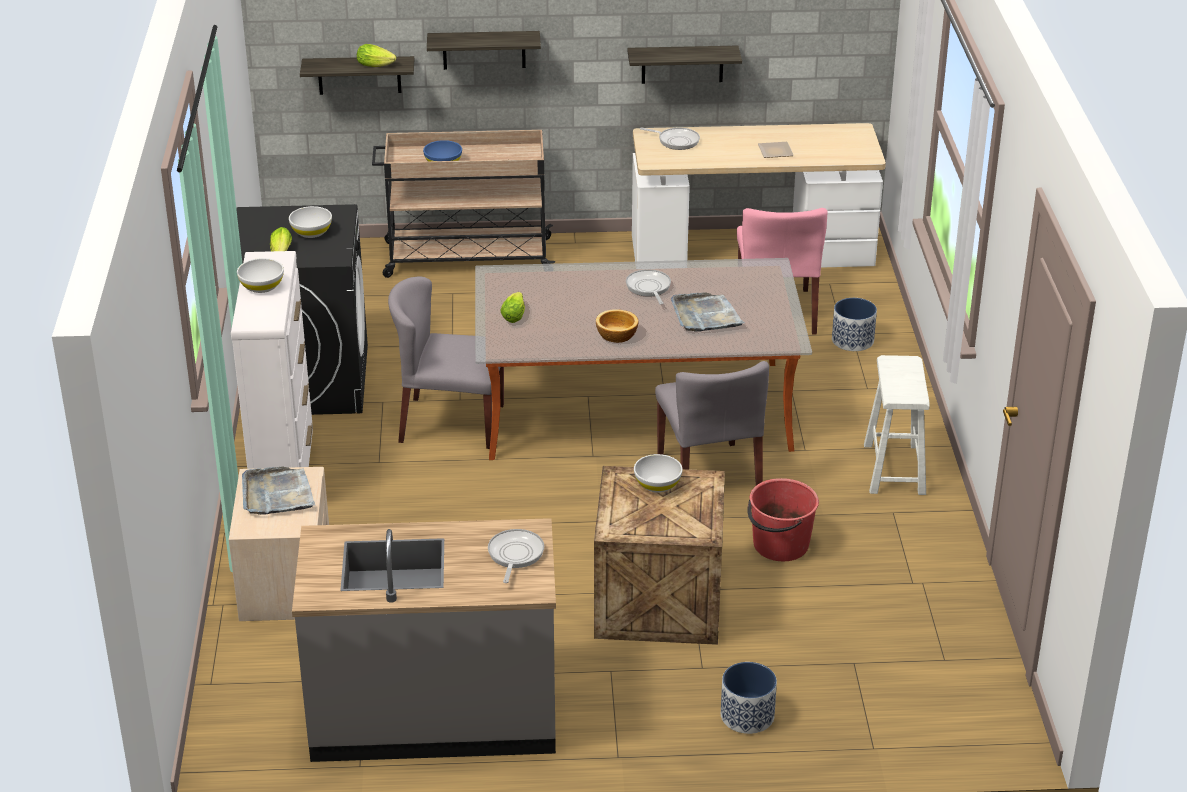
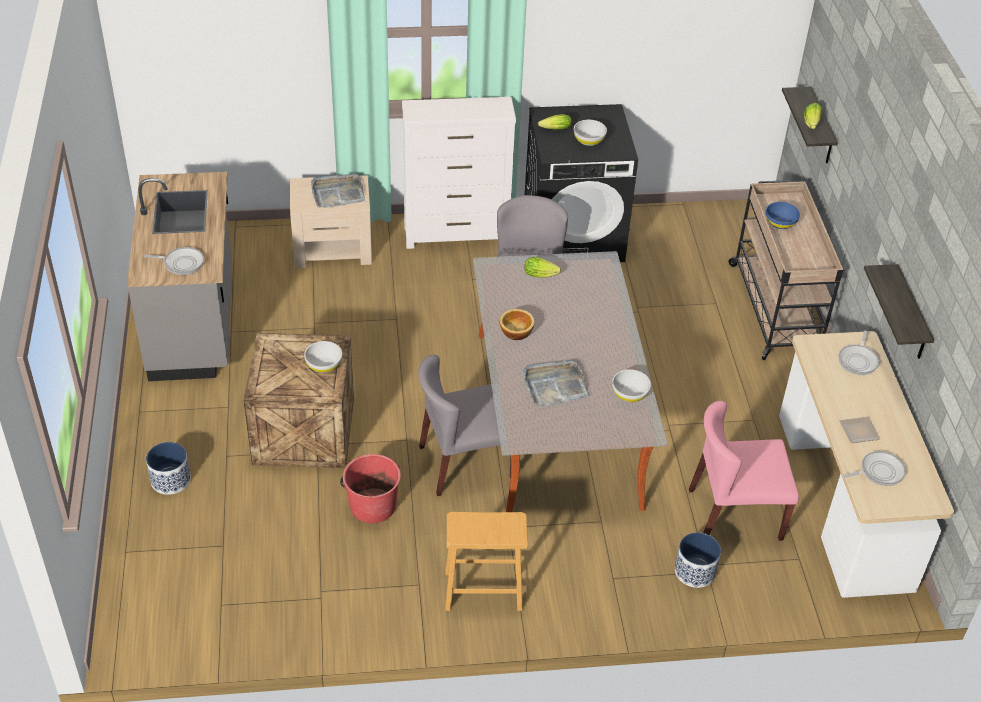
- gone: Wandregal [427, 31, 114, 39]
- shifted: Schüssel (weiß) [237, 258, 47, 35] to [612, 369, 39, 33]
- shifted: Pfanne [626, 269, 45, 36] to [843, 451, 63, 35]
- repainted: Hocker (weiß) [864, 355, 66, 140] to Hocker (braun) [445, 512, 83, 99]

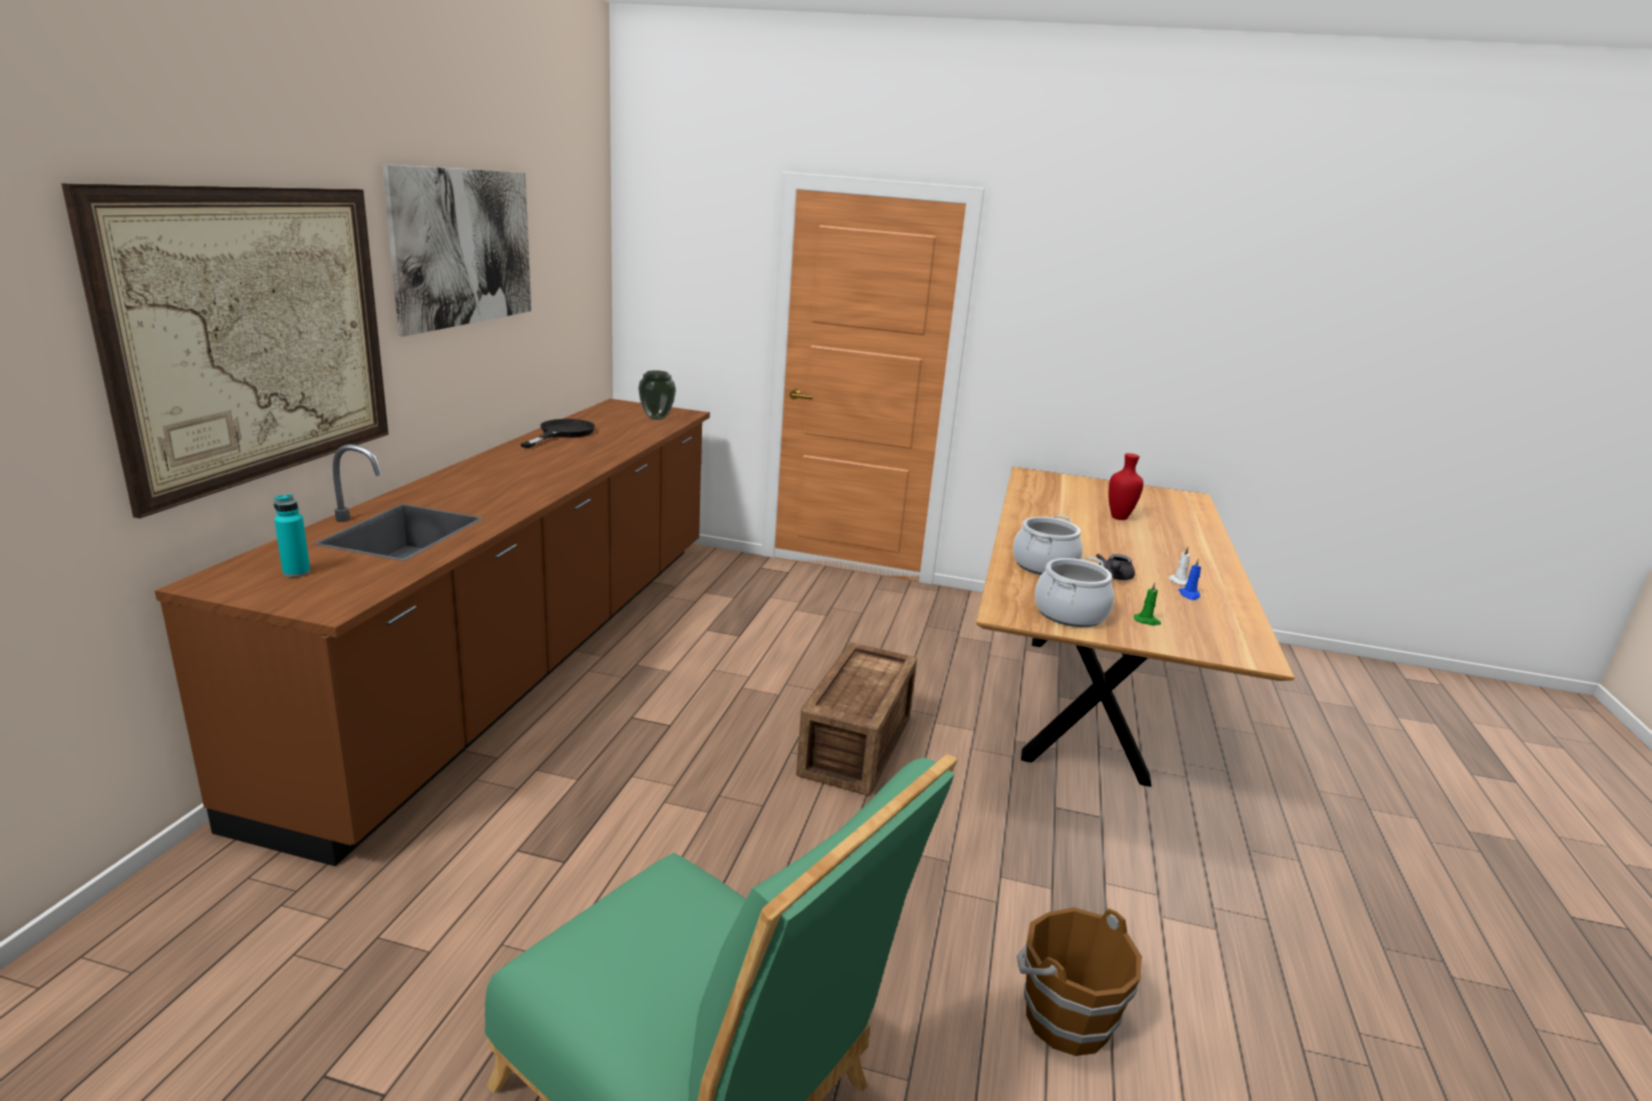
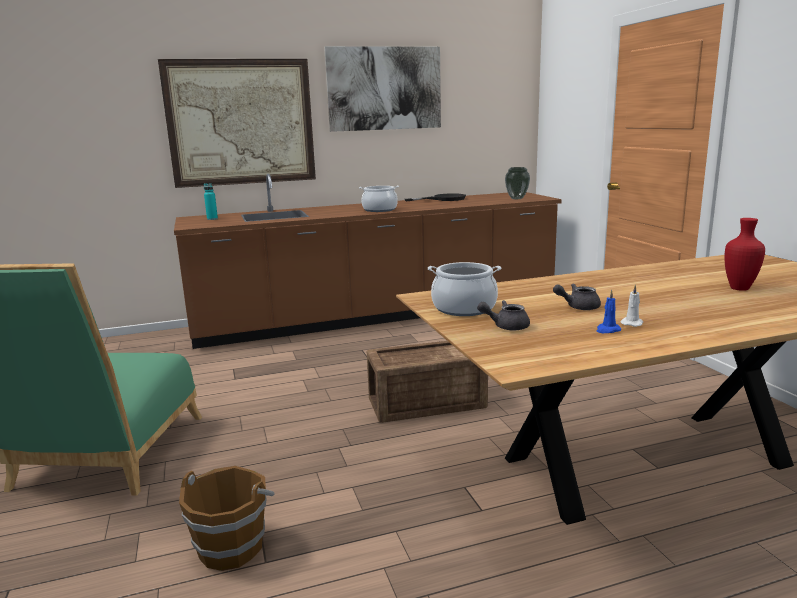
- shifted: Kochtopf [1013, 515, 70, 60] to [359, 186, 40, 26]
- swapped: Kerze (grün) [1134, 582, 27, 43] to Teekanne (grau) [477, 300, 53, 31]

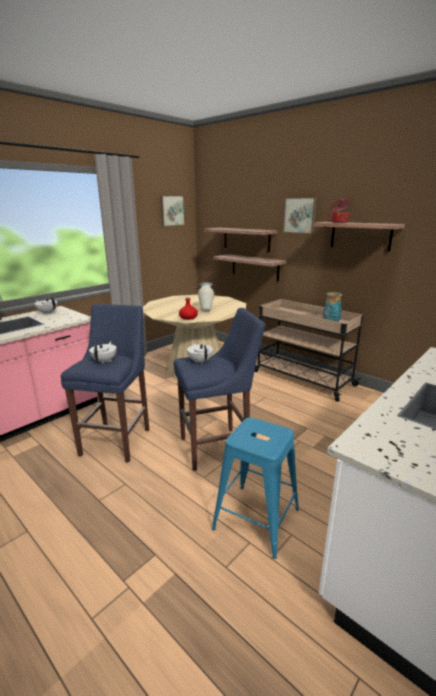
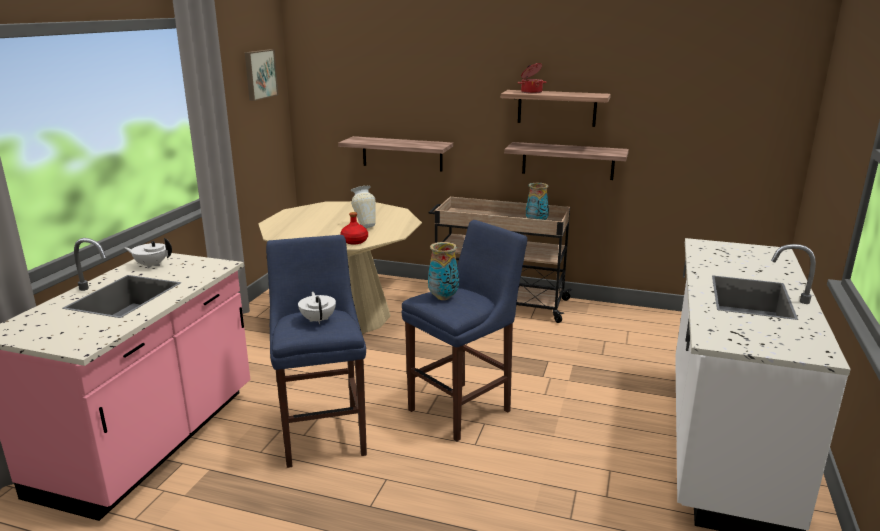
- gone: Hocker (blau) [212, 417, 87, 142]
- gone: Bild [283, 197, 34, 37]
- shifted: Wandregal [204, 228, 73, 24] to [504, 142, 125, 38]
- swapped: Teekanne (weiß) [187, 342, 26, 22] to Vase [428, 242, 31, 58]

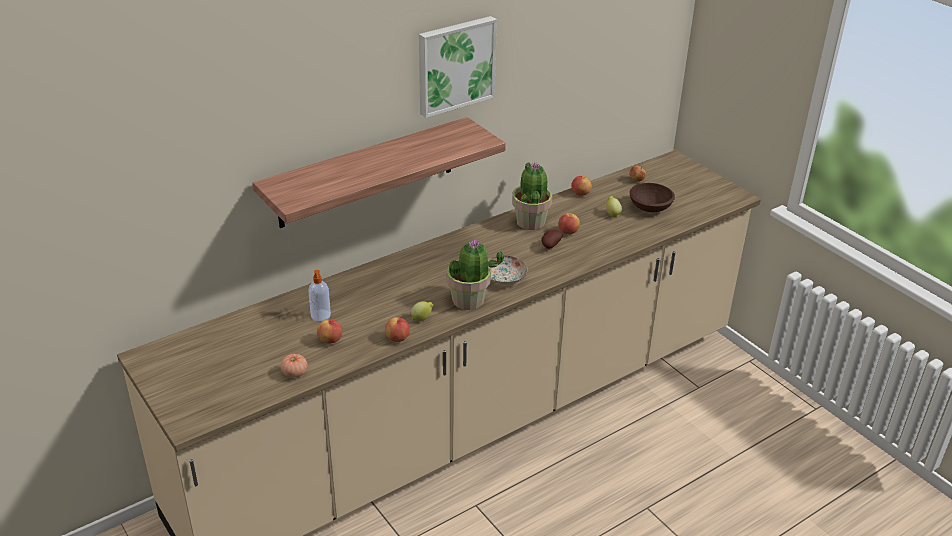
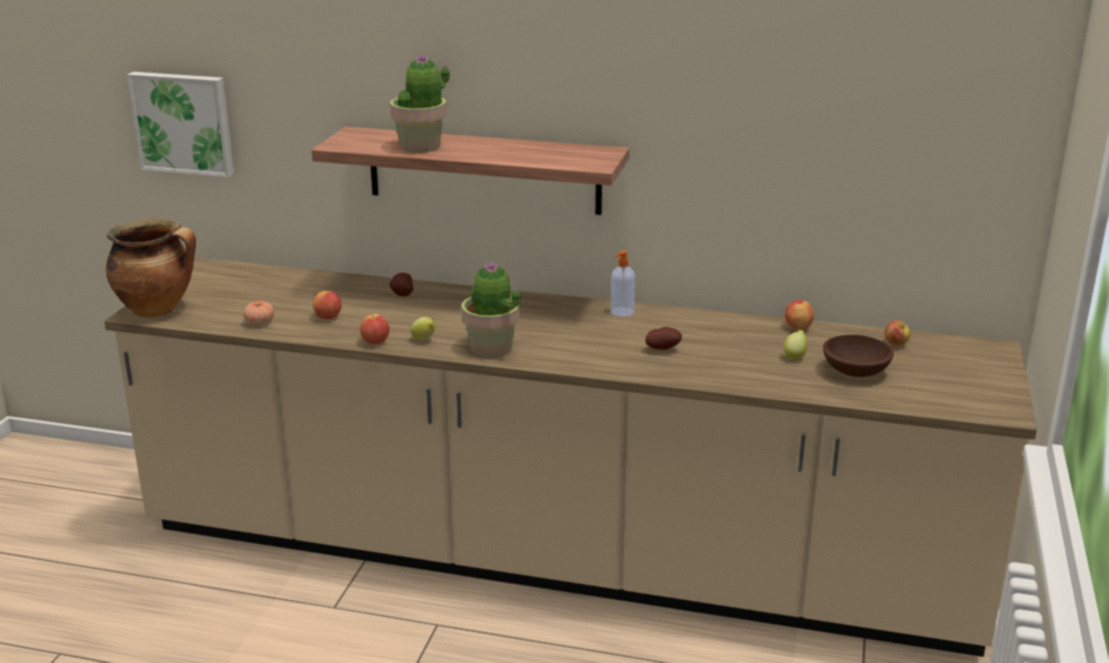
- gone: Teller [488, 256, 39, 29]
- gone: Apfel [558, 213, 22, 21]
- new: Kochtopf [106, 218, 90, 99]
- new: Kartoffel [389, 273, 24, 24]
- shifted: Seifenspender [308, 270, 23, 51] to [611, 250, 24, 67]
- shifted: Bild [419, 16, 78, 102] to [127, 72, 107, 105]
- shifted: Topfpflanze [512, 162, 40, 68] to [390, 54, 60, 99]

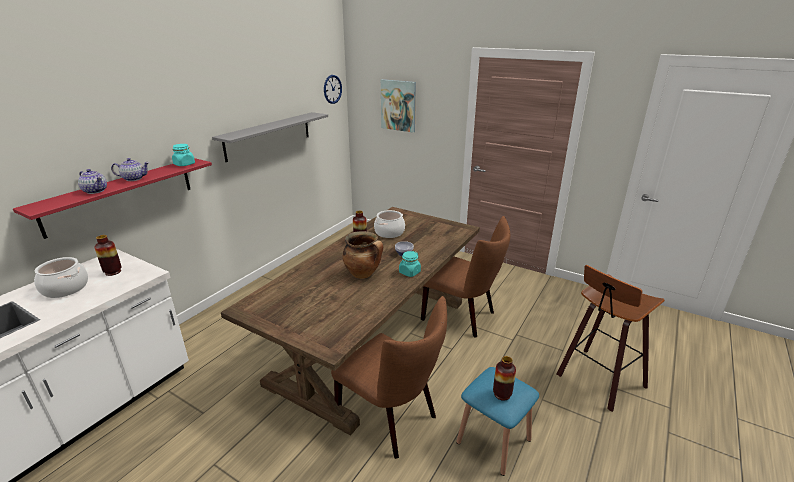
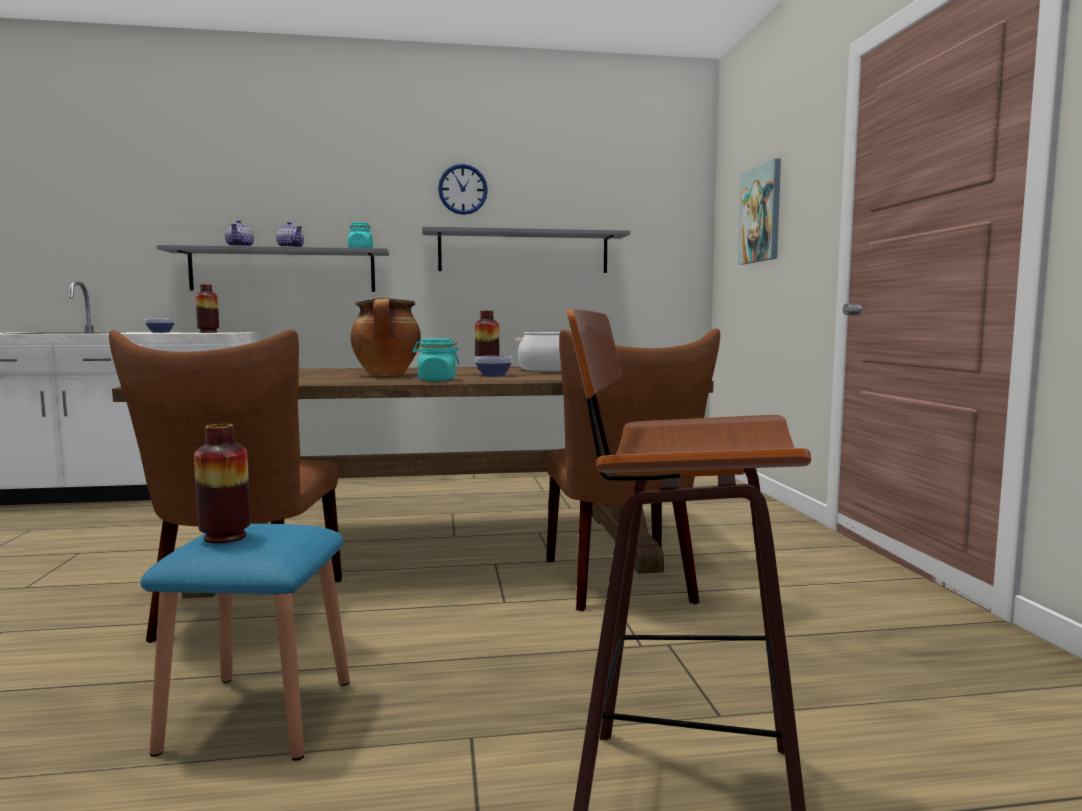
- shifted: Wanduhr [324, 75, 18, 29] to [438, 164, 50, 51]
- swapped: Kochtopf [34, 257, 54, 41] to Schüssel [145, 319, 30, 14]
- repainted: Wandregal (rot) [13, 158, 199, 81] to Wandregal (grau) [157, 245, 232, 47]

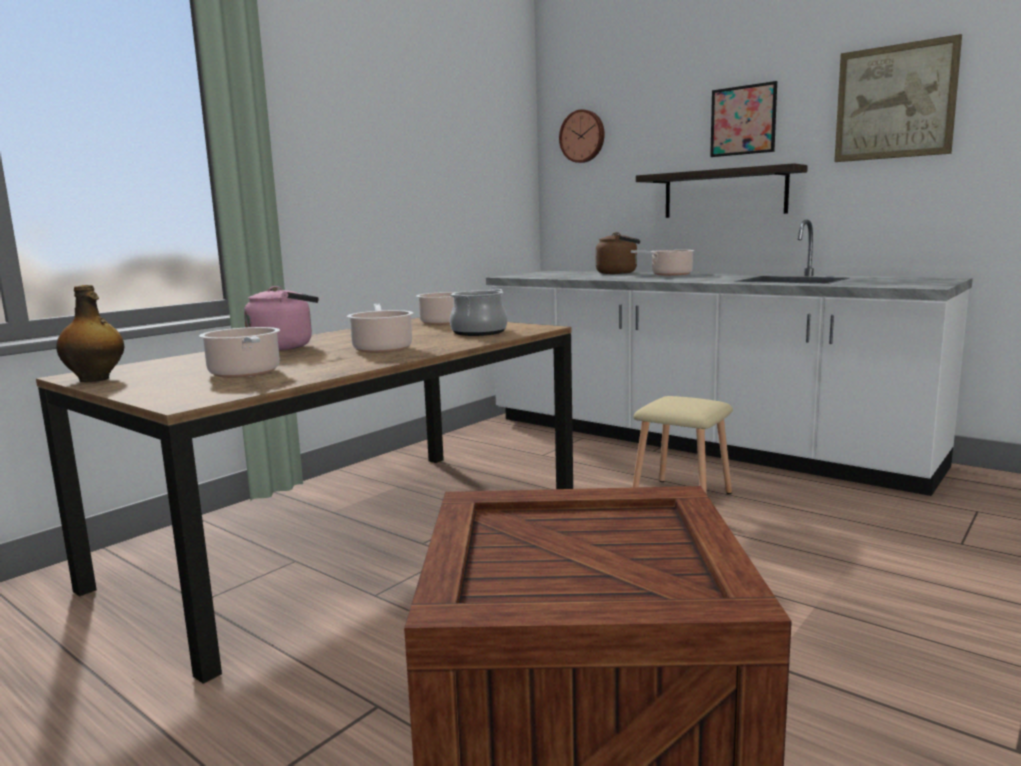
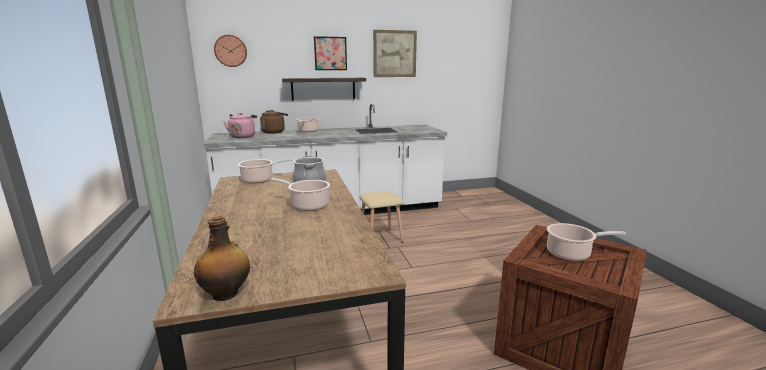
- shifted: Kochtopf [199, 327, 81, 51] to [547, 223, 79, 38]
- shifted: Wasserkessel (rosa) [244, 286, 75, 64] to [223, 113, 34, 25]

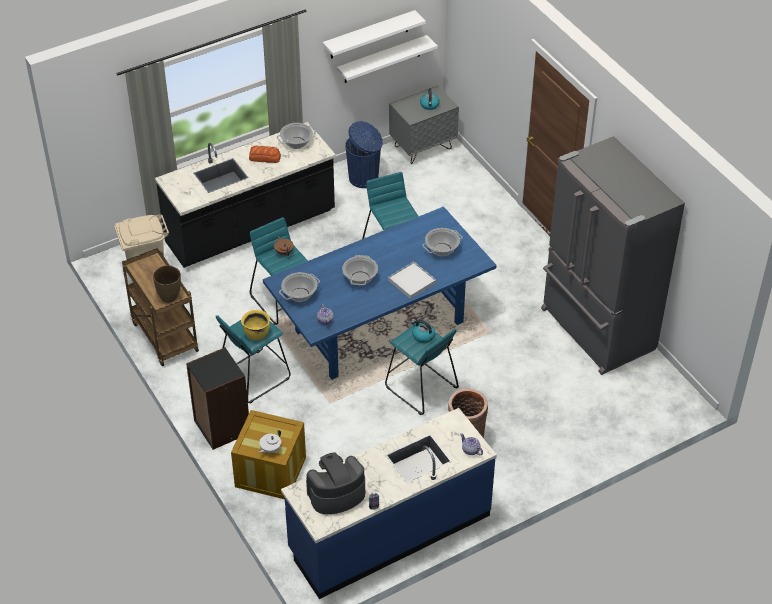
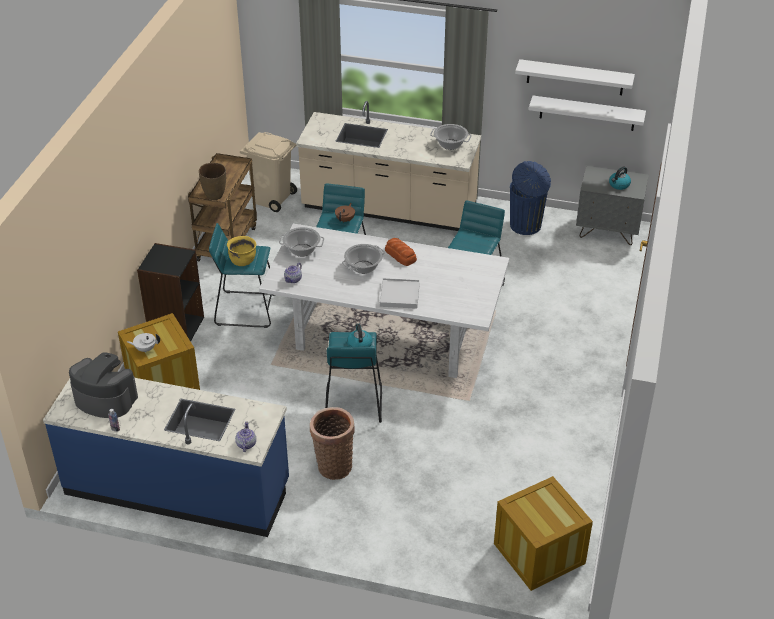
- gone: Kochtopf [422, 228, 40, 28]
- gone: Kühlschrank (grau) [541, 136, 144, 239]
- new: Kiste [494, 476, 99, 115]
- shifted: Brot [249, 146, 32, 17] to [385, 238, 32, 28]
- repainted: Küchenzeile (schwarz) [155, 122, 181, 146] to Küchenzeile (beige) [296, 101, 185, 130]
- repainted: Esstisch (blau) [263, 207, 234, 173] to Esstisch (weiß) [259, 224, 250, 154]

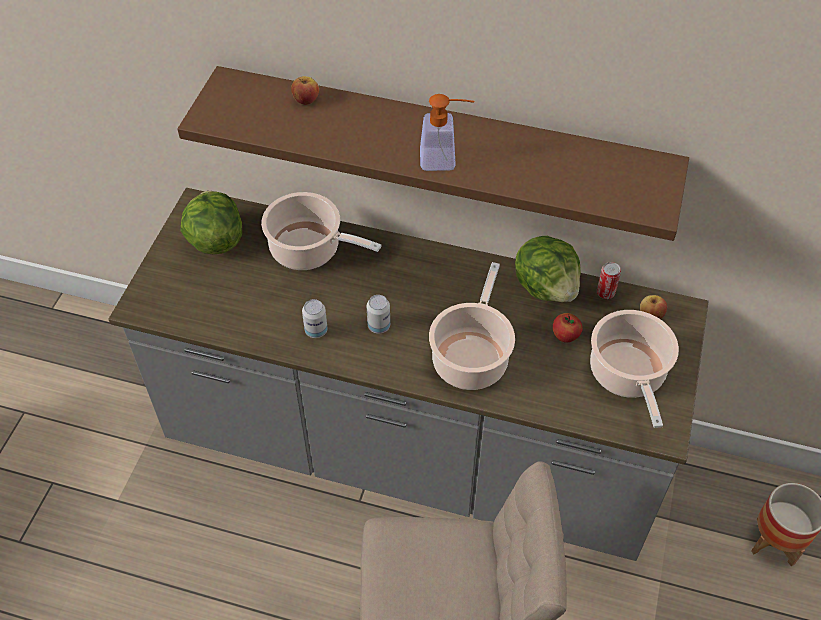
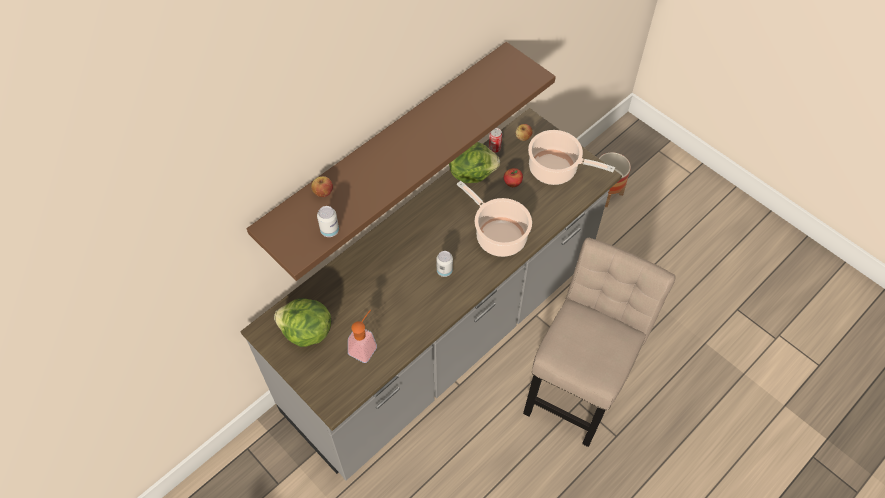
- gone: Kochtopf [261, 192, 120, 78]
- shifted: Dose [302, 299, 26, 39] to [317, 206, 22, 31]
- shifted: Seifenspender [420, 94, 54, 77] to [348, 310, 29, 53]

